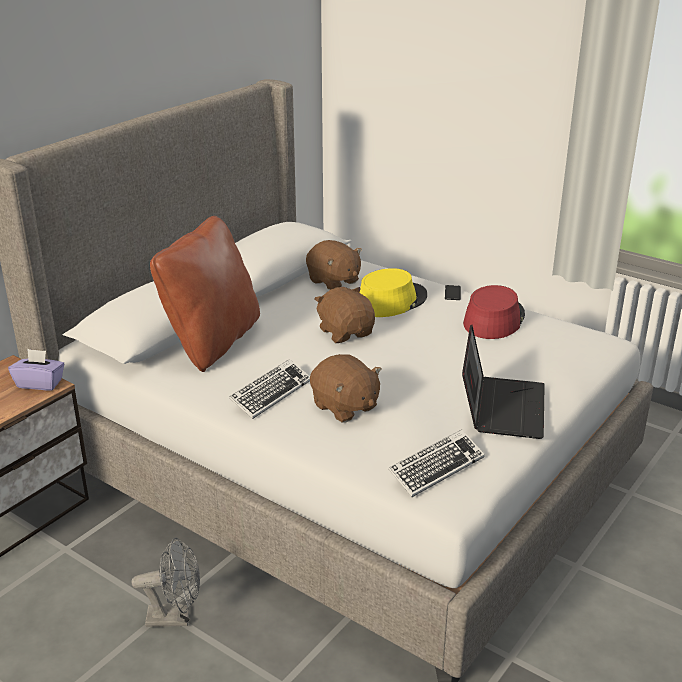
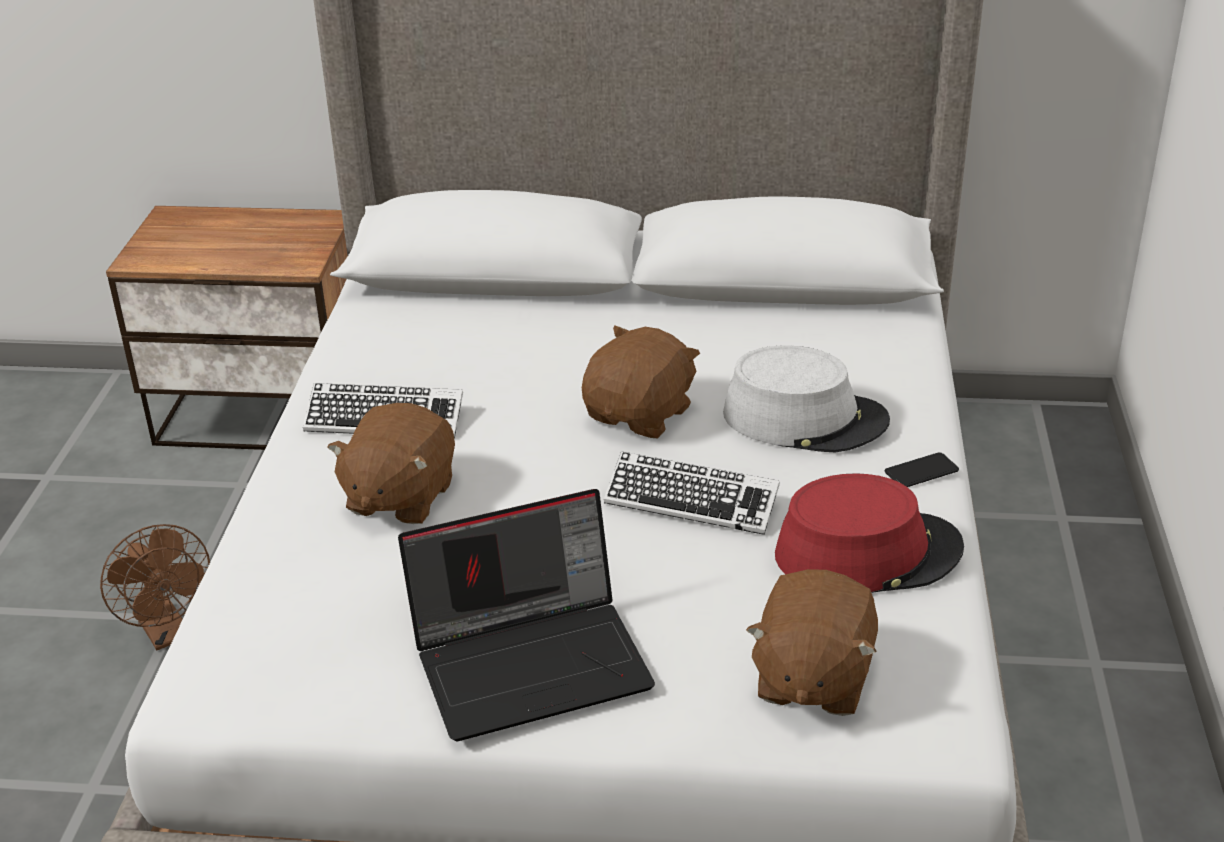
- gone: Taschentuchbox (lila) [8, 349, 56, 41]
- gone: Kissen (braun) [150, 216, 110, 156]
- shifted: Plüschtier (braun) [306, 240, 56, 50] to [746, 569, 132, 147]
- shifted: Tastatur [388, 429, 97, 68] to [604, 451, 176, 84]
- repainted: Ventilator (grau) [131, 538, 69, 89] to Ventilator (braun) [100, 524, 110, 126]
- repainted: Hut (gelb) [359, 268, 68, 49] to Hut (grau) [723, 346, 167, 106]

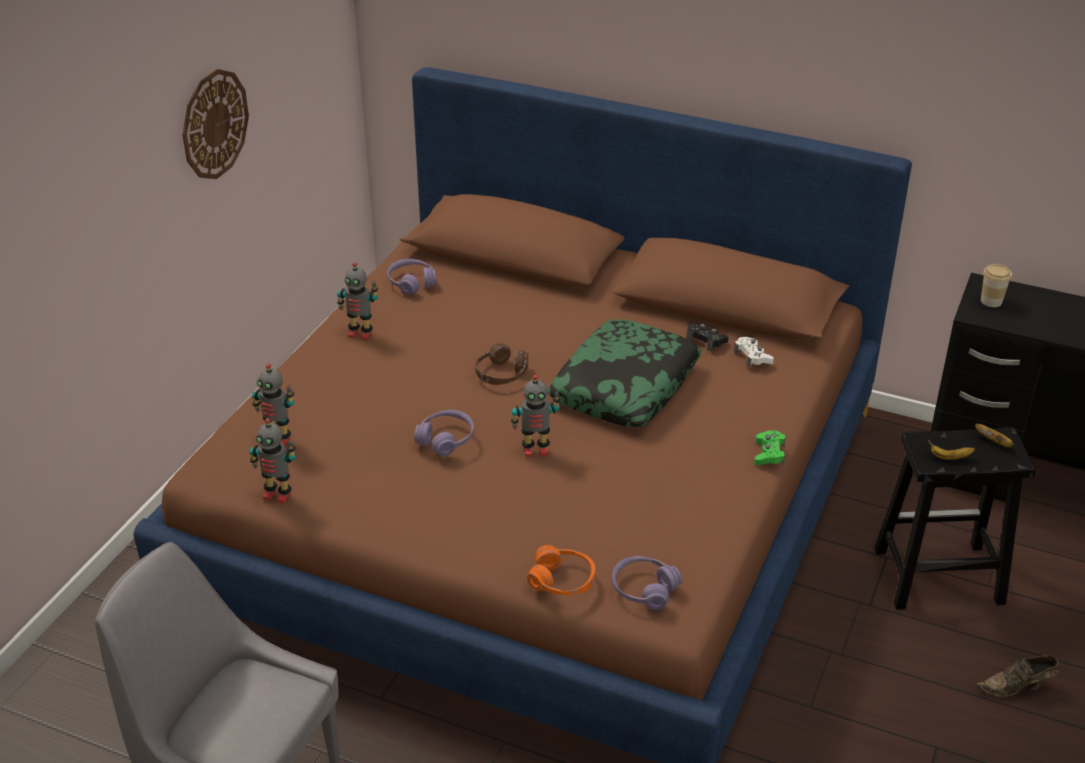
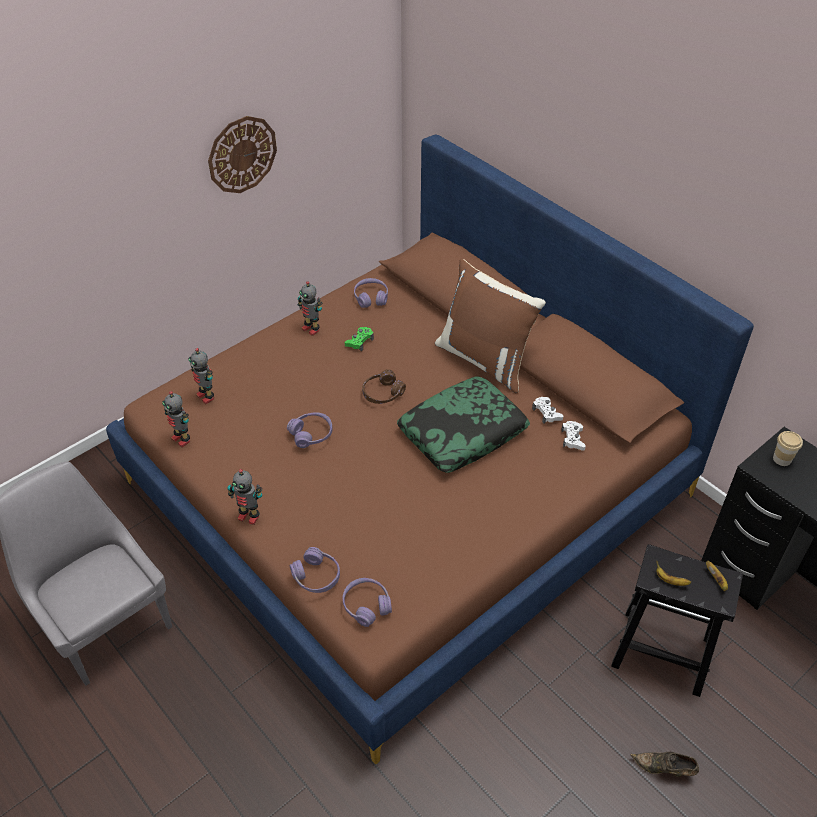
- new: Kissen (braun) [435, 259, 111, 134]
- shifted: Spielzeugroboter [511, 375, 49, 82] to [227, 469, 35, 56]
- shifted: Gamepad (grün) [754, 431, 32, 34] to [345, 327, 29, 24]
- repainted: Kopfhörer (orange) [527, 545, 68, 50] to Kopfhörer (lila) [290, 547, 50, 46]
- repainted: Gamepad (schwarz) [686, 323, 42, 29] to Gamepad (weiß) [532, 397, 31, 27]

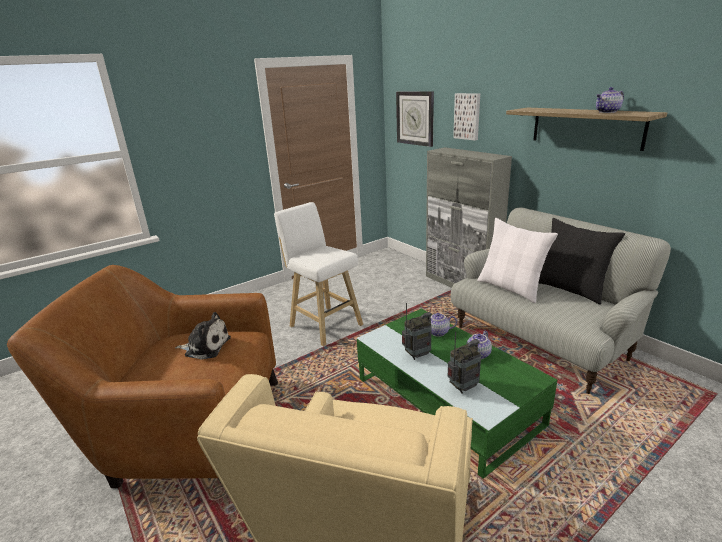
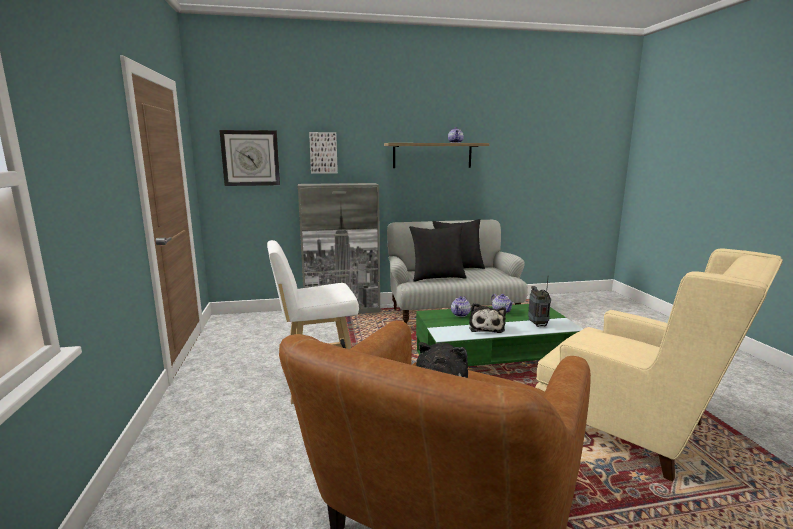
- swapped: Radio [402, 303, 30, 57] to Plüschtier [469, 303, 37, 30]
- repainted: Kissen (weiß) [477, 218, 81, 85] to Kissen (schwarz) [409, 225, 58, 57]

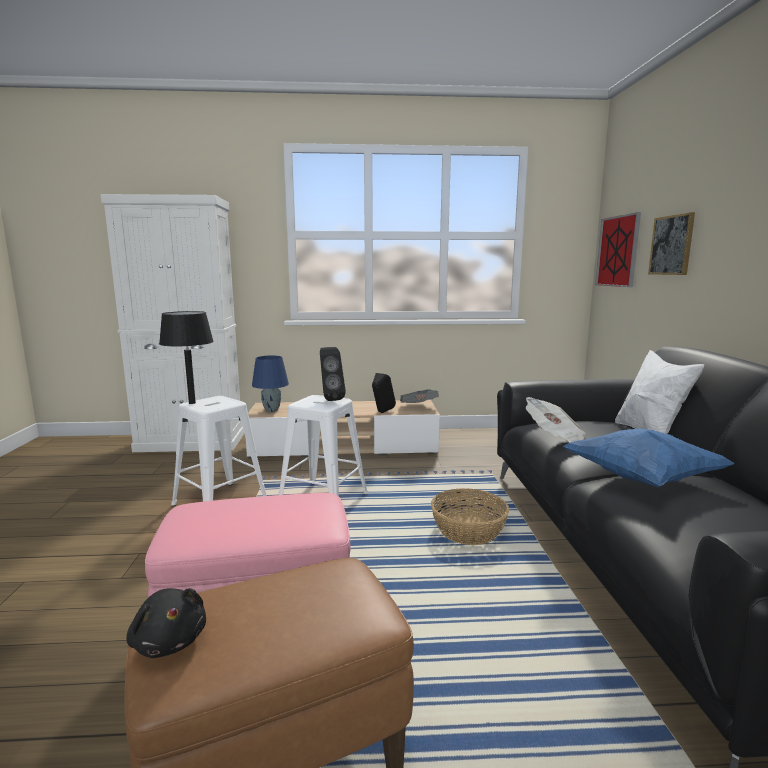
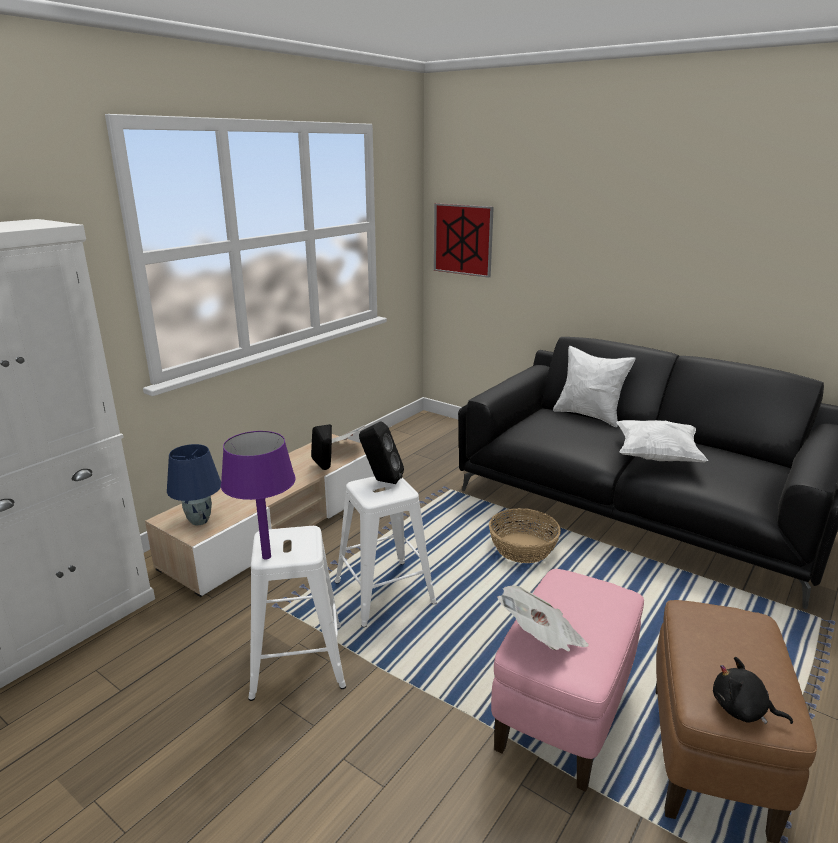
- gone: Bild [648, 212, 47, 63]
- shifted: Zeitung [525, 397, 60, 45] to [497, 586, 91, 65]
- repainted: Tischlampe (schwarz) [159, 311, 55, 93] to Tischlampe (lila) [221, 431, 75, 128]
- repainted: Kissen (blau) [563, 429, 172, 58] to Kissen (weiß) [616, 420, 93, 42]
- rotated: Plüschtier (schwarz) [126, 588, 80, 70] = [713, 657, 80, 67] 150 degrees counterclockwise

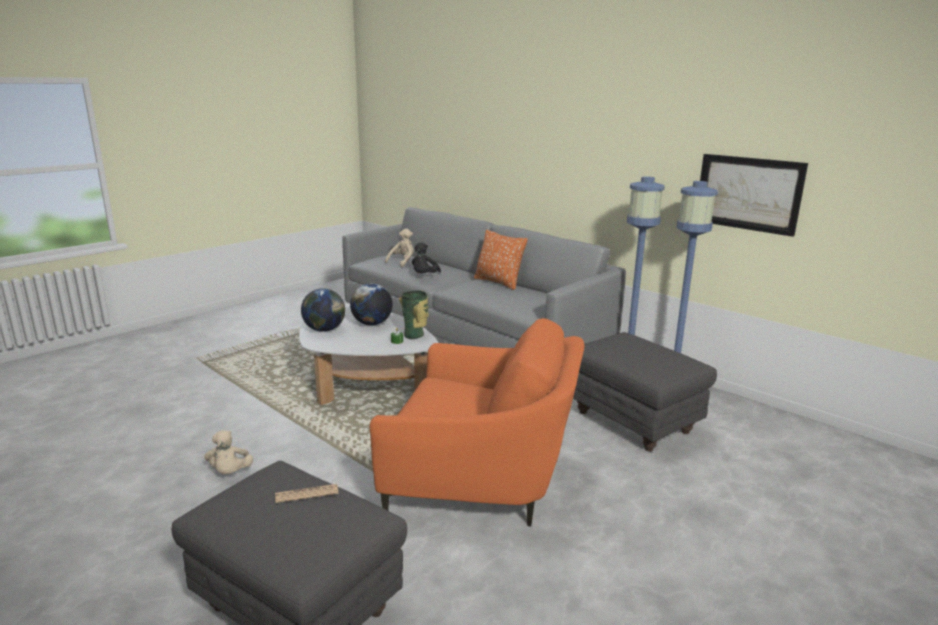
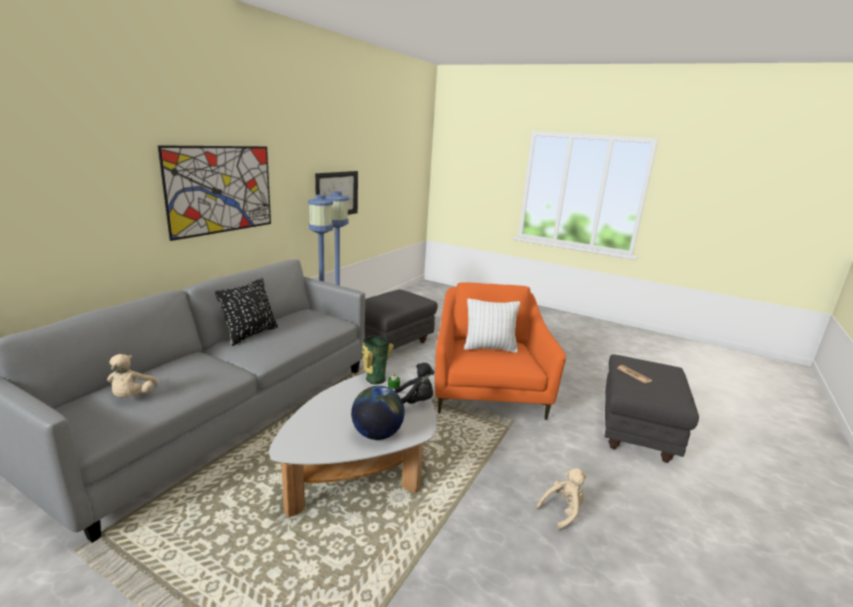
- gone: Globus [350, 283, 43, 42]
- new: Bild [158, 145, 113, 96]
- new: Kissen (weiß) [464, 298, 56, 55]
- shifted: Plüschtier (schwarz) [412, 243, 29, 30] to [395, 363, 39, 41]
- repainted: Kissen (orange) [474, 230, 53, 60] to Kissen (schwarz) [215, 278, 63, 68]
- rotated: Plüschtier (beige) [385, 229, 29, 38] = [107, 354, 51, 44] 120 degrees counterclockwise

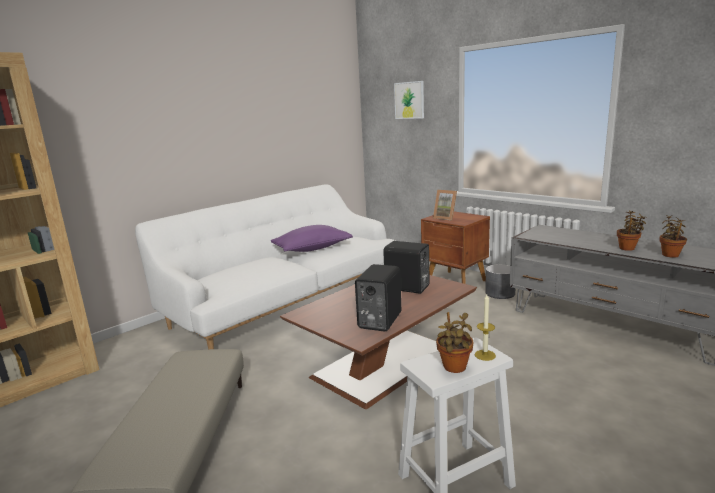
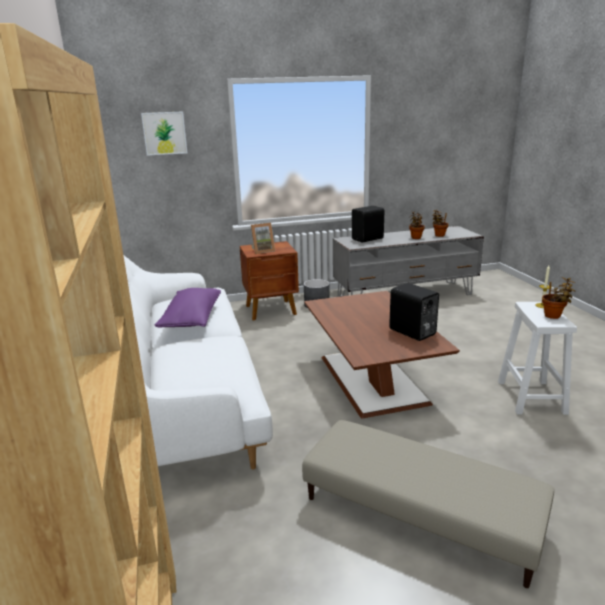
- shifted: Lautsprecher (schwarz) [383, 241, 47, 53] to [352, 206, 32, 36]

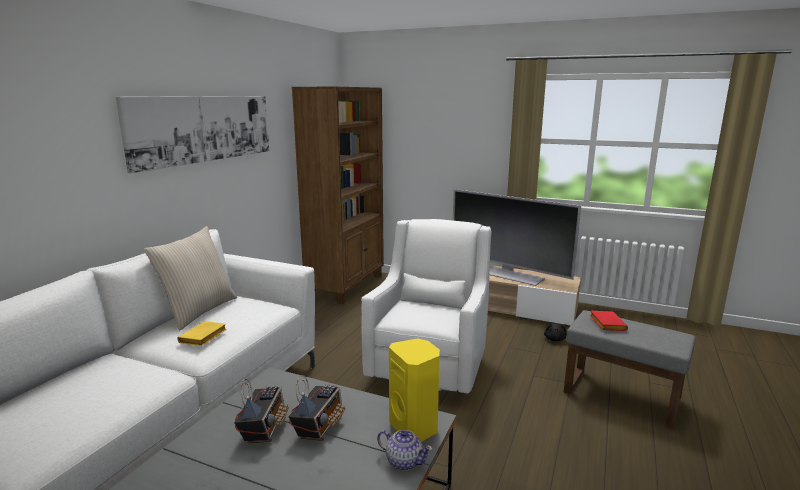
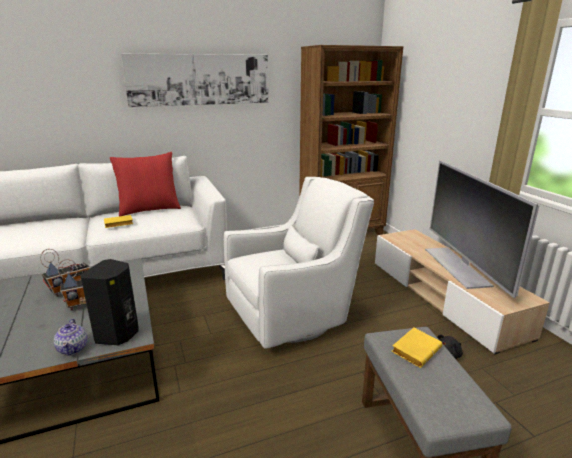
- repainted: Kissen (beige) [144, 226, 93, 105] to Kissen (rot) [110, 152, 71, 64]
- repainted: Lautsprecher (gelb) [389, 338, 51, 104] to Lautsprecher (schwarz) [80, 259, 59, 86]
- repainted: Buch (rot) [590, 311, 38, 20] to Buch (gelb) [391, 328, 52, 40]

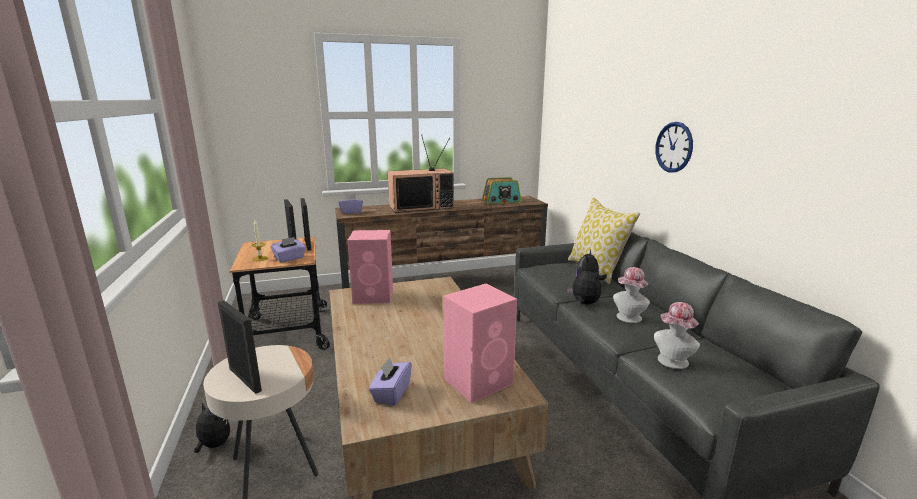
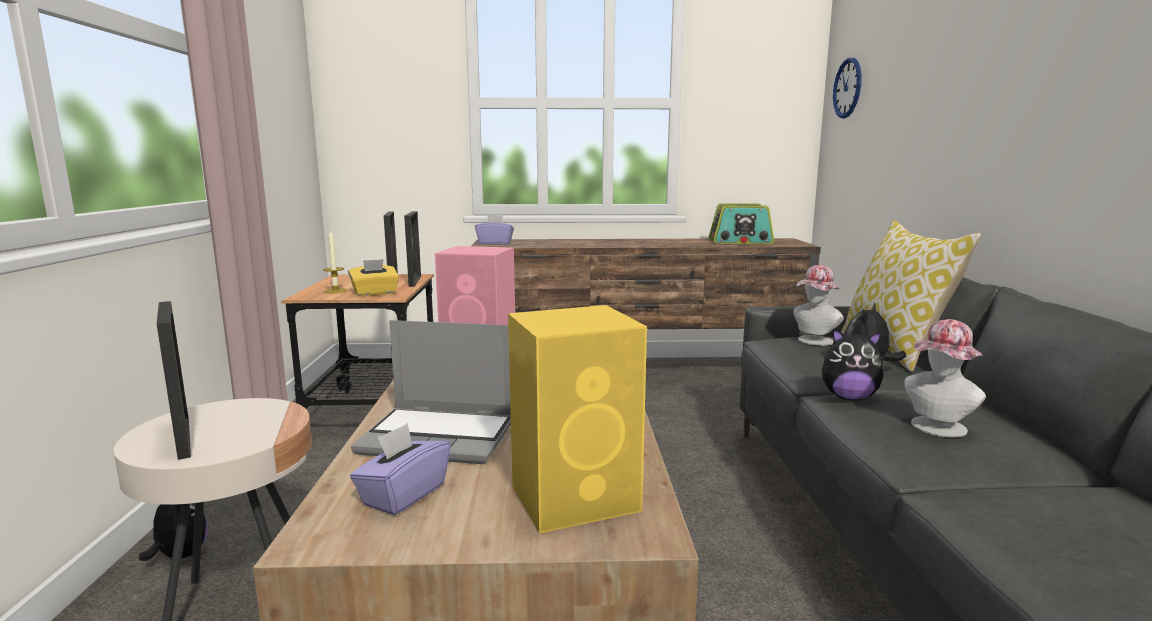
- gone: Fernseher [388, 134, 66, 79]
- new: Laptop [351, 320, 160, 144]
- shifted: Hut [654, 302, 46, 67] to [794, 265, 50, 81]
- shifted: Wanduhr [655, 122, 38, 50] to [833, 58, 29, 60]
- repainted: Taschentuchbox (lila) [271, 237, 35, 26] to Taschentuchbox (gelb) [348, 259, 51, 37]
- repainted: Lautsprecher (rosa) [443, 284, 74, 119] to Lautsprecher (gelb) [508, 305, 139, 228]
- rotated: Plüschtier [567, 266, 34, 39] = [822, 328, 63, 72] 135 degrees clockwise

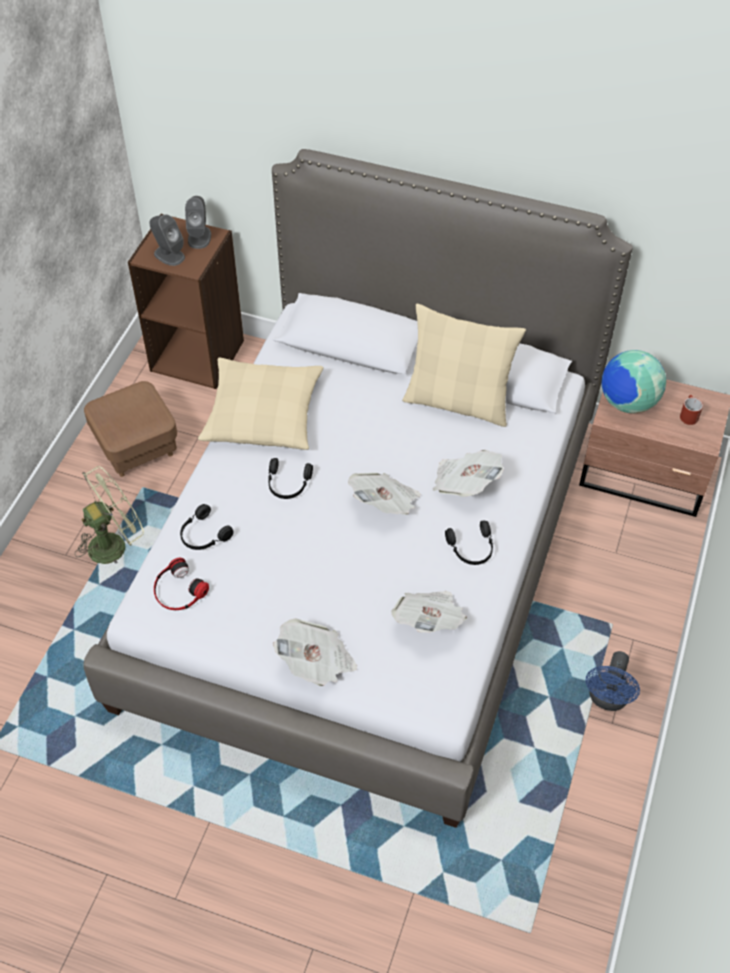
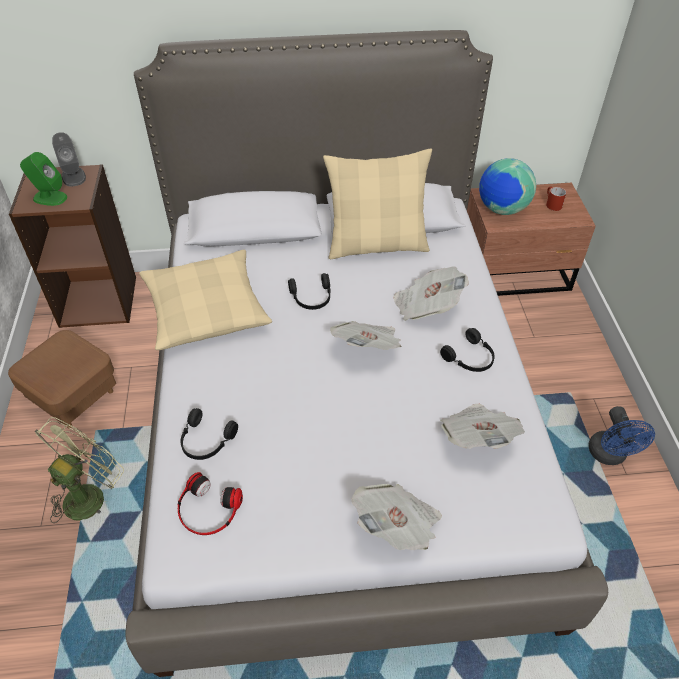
- shifted: Kopfhörer (schwarz) [268, 458, 45, 41] to [288, 273, 42, 37]
- repainted: Lautsprecher (grau) [150, 214, 35, 52] to Lautsprecher (grün) [20, 152, 47, 54]

